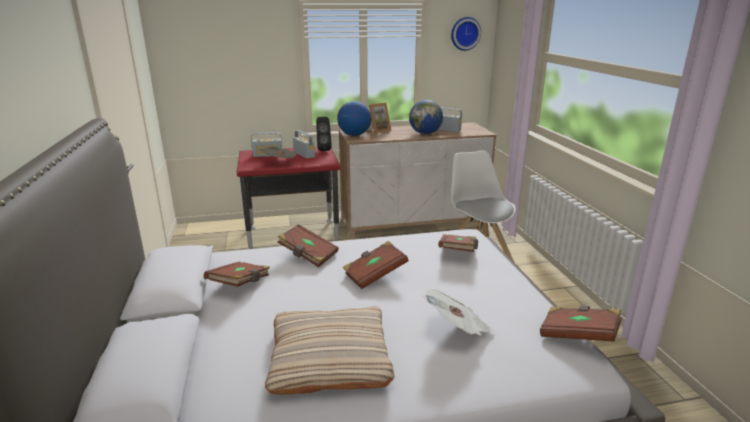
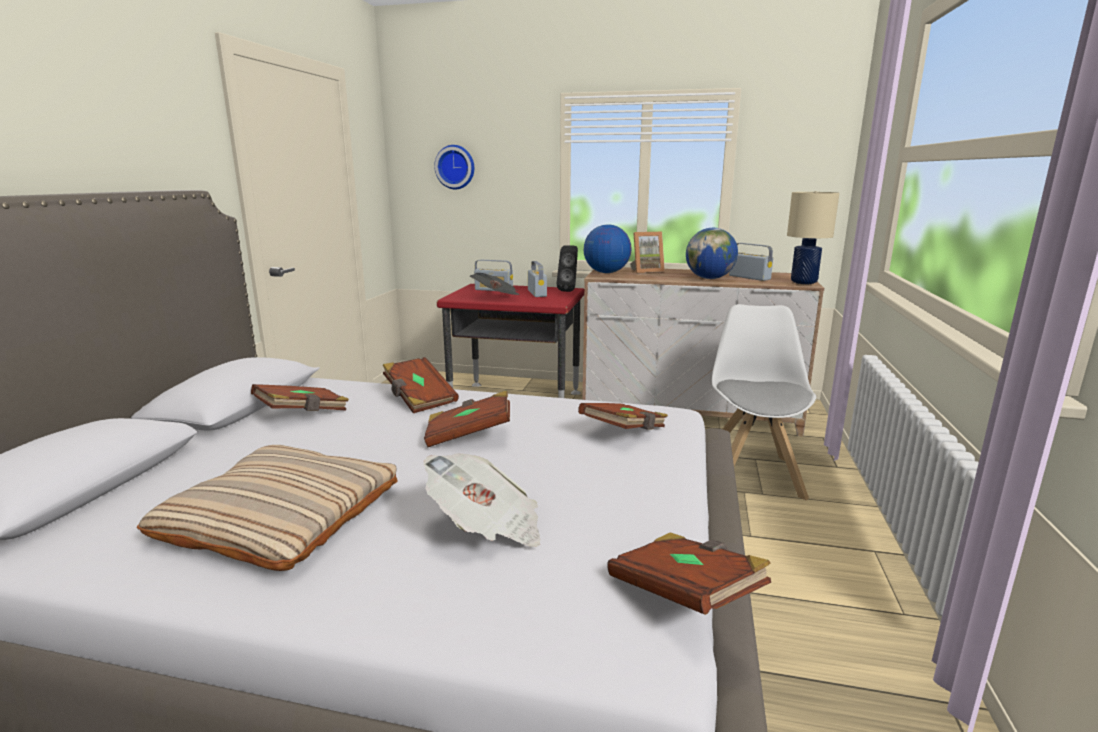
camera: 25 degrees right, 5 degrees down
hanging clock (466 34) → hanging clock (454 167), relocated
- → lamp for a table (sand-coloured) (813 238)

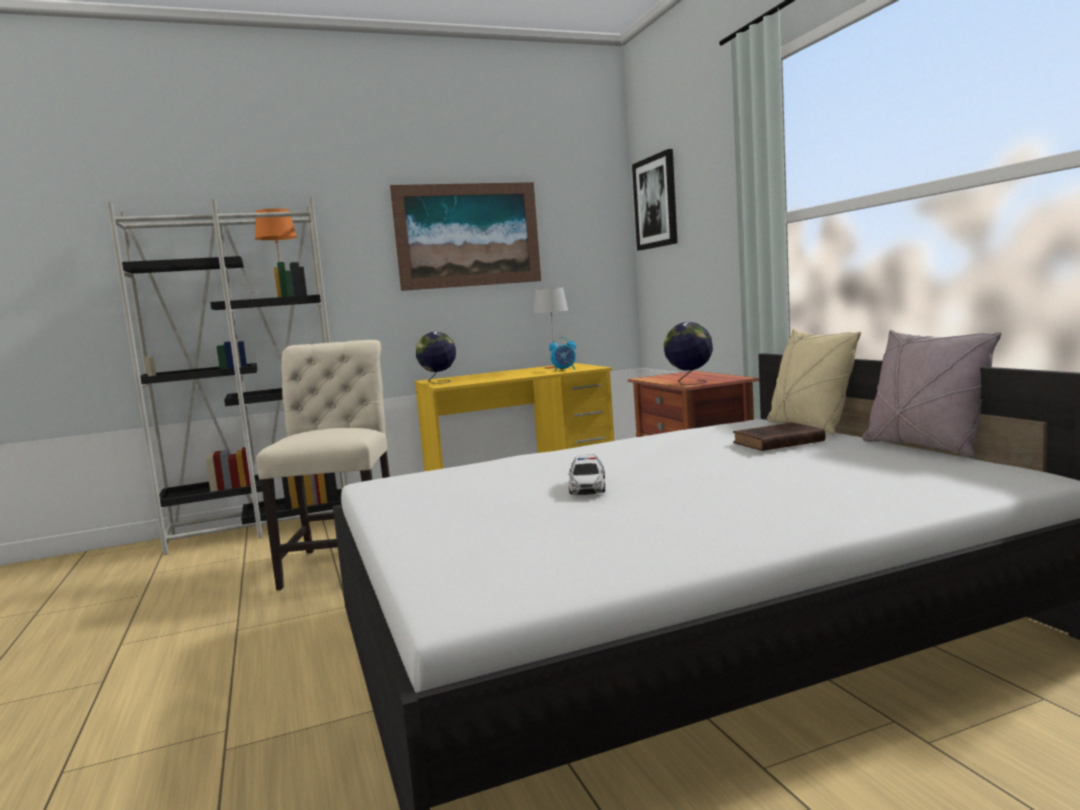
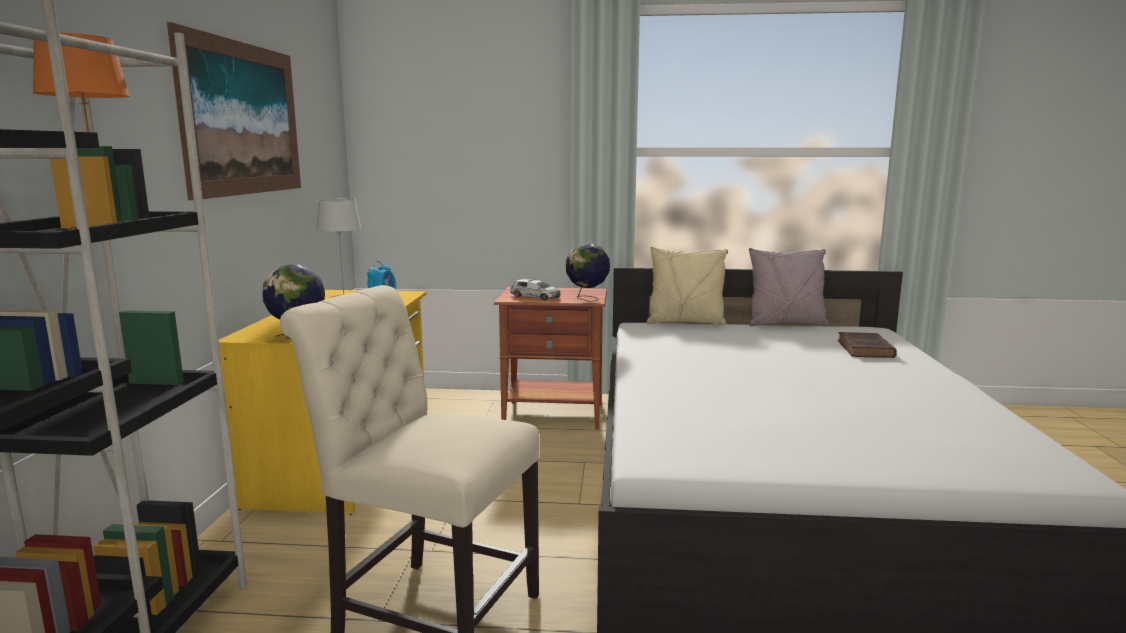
camera: 65 degrees left, 5 degrees up
wall art (654 200) → -
bound book (brown-coloured) (779 436) → bound book (brown-coloured) (867 345), relocated
miniature car (586 475) → miniature car (535 289), relocated

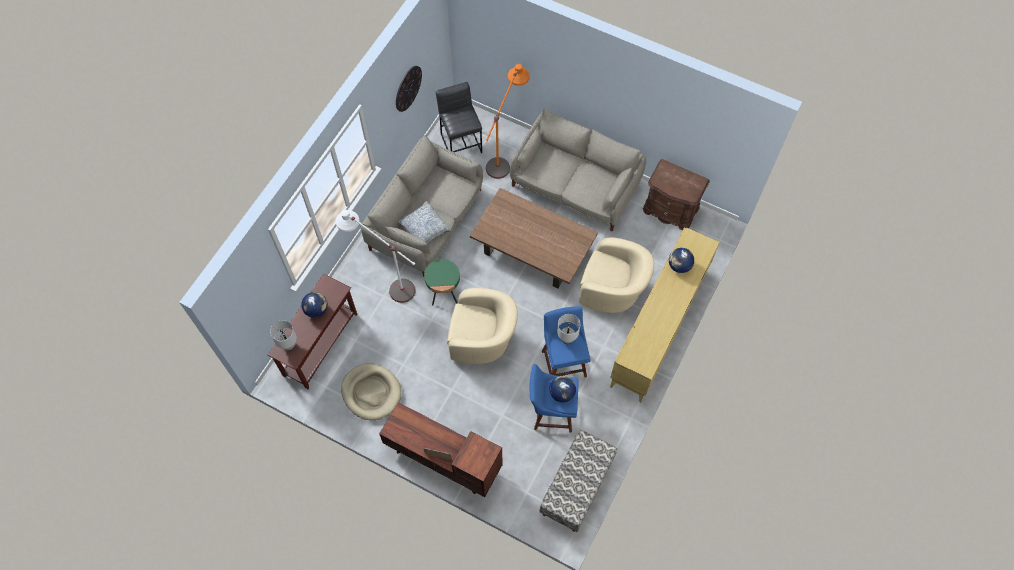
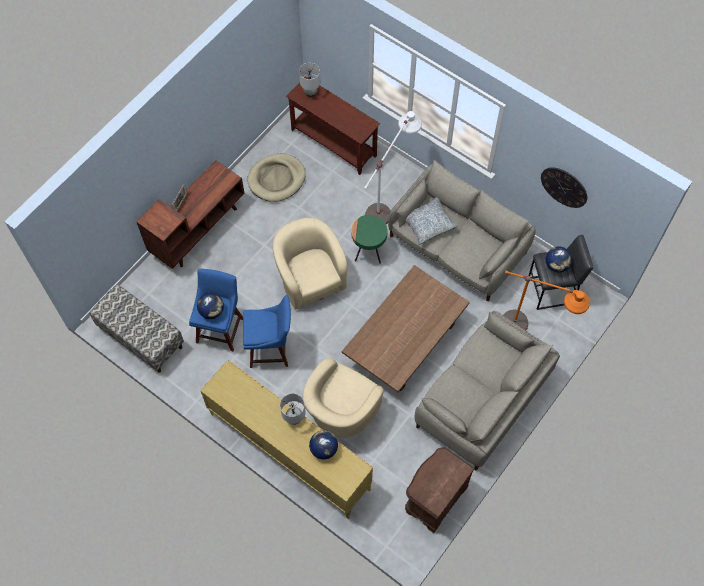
camera: 100 degrees right, 0 degrees up
armchair (sand-coloured) (482 326) → armchair (sand-coloured) (310 263), 135 degrees clockwise
globe (314 305) → globe (559 259), relocated
lamp for a table (white-coloured) (568 329) → lamp for a table (white-coloured) (293 409), relocated

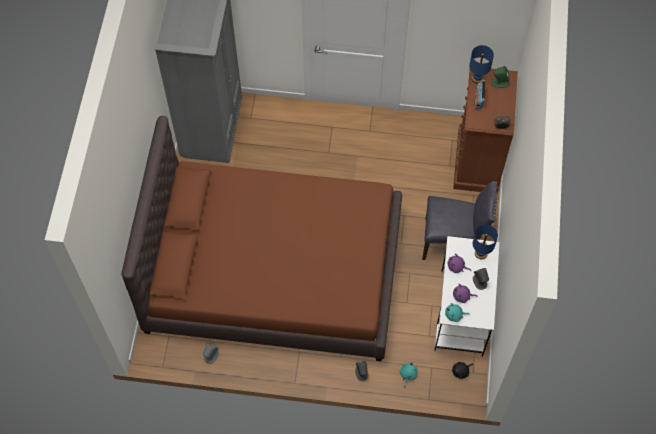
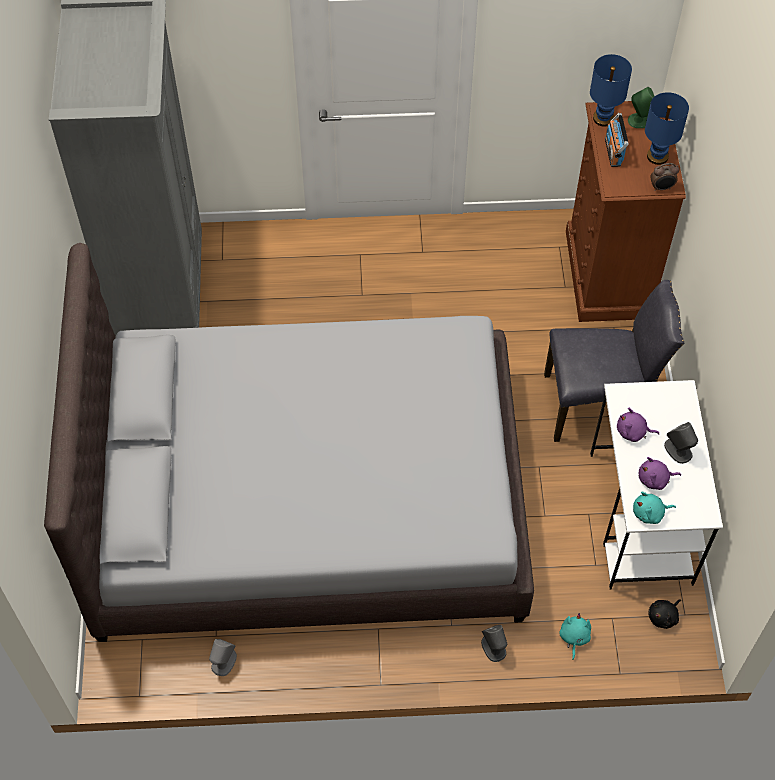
camera: 10 degrees left, 5 degrees down
sleeping bed (brown-coloured) (261 238) → sleeping bed (grey) (289 442)
lamp for a table (blue) (485 241) → lamp for a table (blue) (667 128), relocated

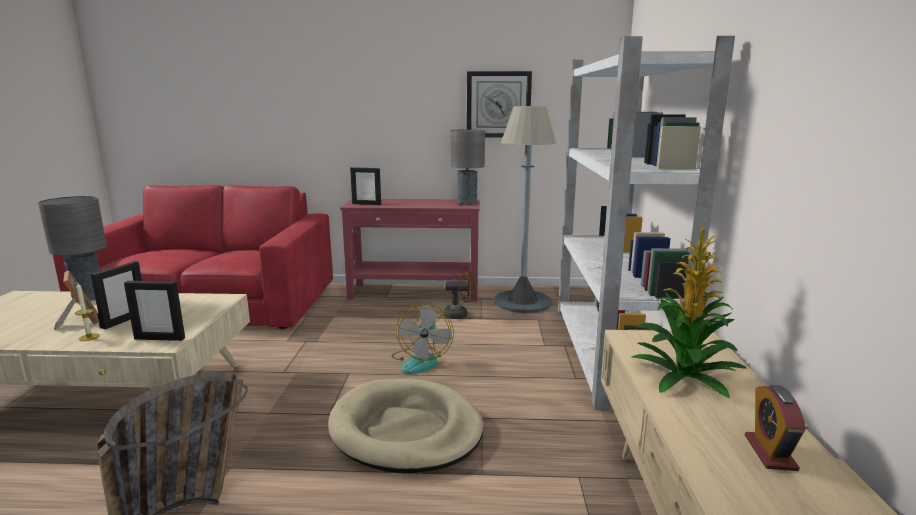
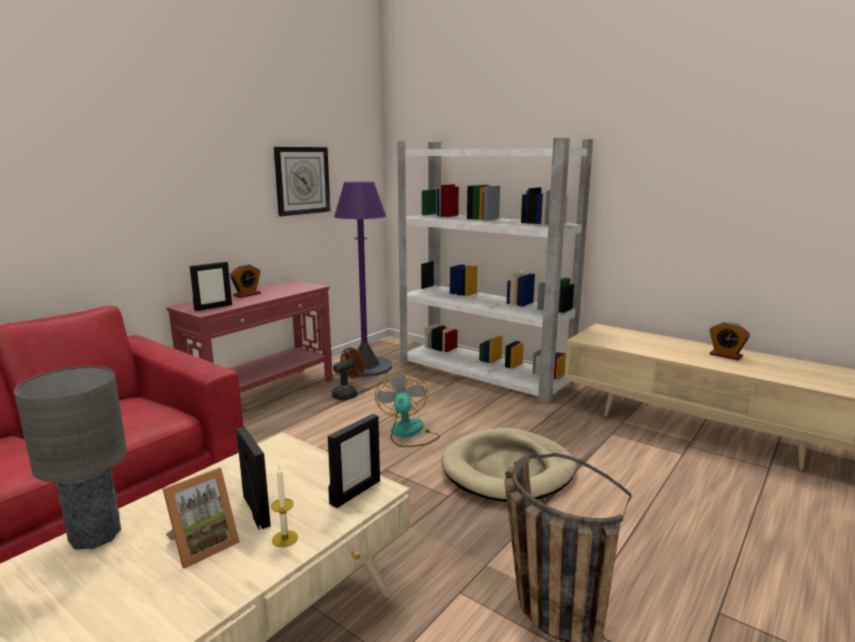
camera: 55 degrees left, 0 degrees up
standard lamp (grey) (525 209) → standard lamp (purplish) (363 279)
lamp for a table (grey) (467 167) → -
plant in a pot (689 312) → -
standing frame (76 300) → standing frame (201 518), 135 degrees clockwise
cooling fan (423 338) → cooling fan (407 409), 135 degrees counterclockwise
- → bedside clock (245 281)

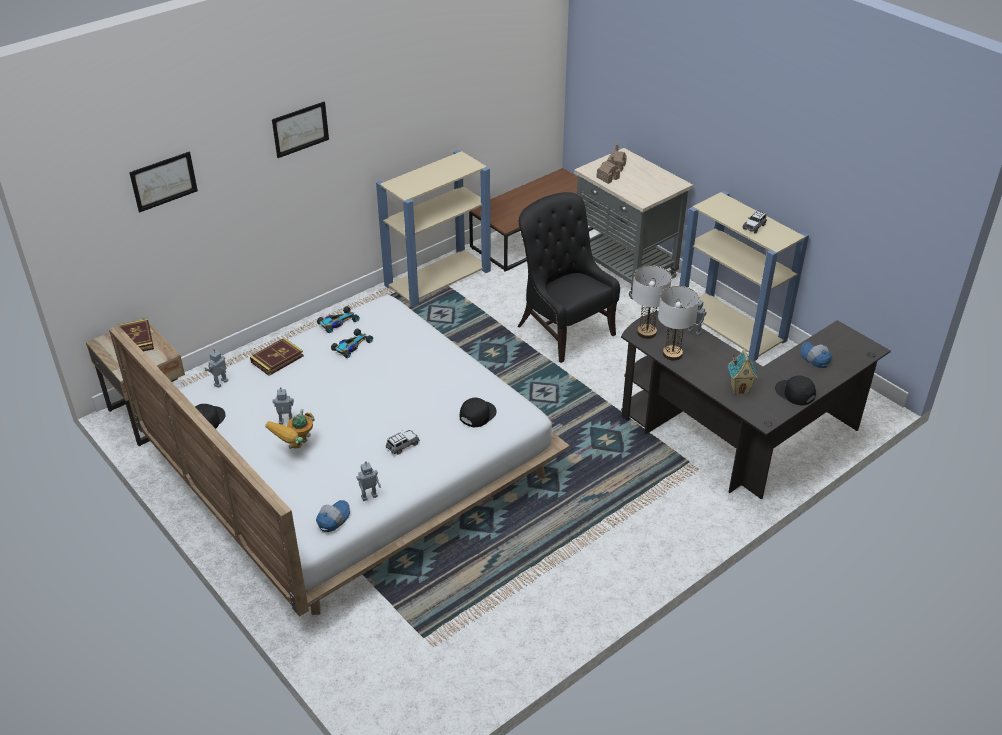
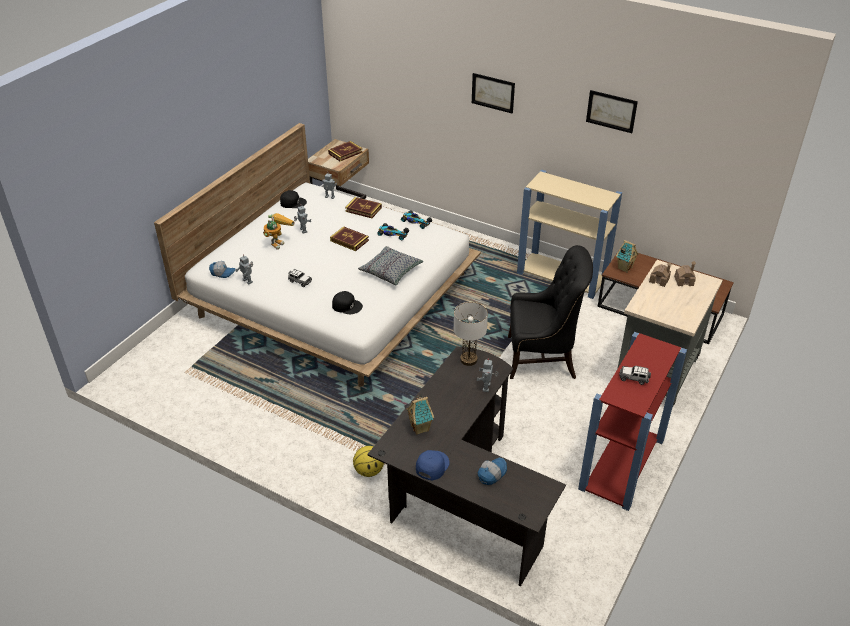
camera: 70 degrees right, 0 degrees up
wall art (163 182) → wall art (612 111), relocated
bookcase (sand-coloured) (744 275) → bookcase (red) (632 421)
plain chair (black-coloured) (568 277) → plain chair (black-coloured) (550 312), 60 degrees clockwise
lamp for a table (678 323) → -
cap (black-coloured) (795 390) → cap (blue) (432 465)
robot figure (290 429) → robot figure (279 231), 105 degrees clockwise
- → bound book (349 238)
- → model house (627 256)
- → pillow (grey) (390 266)
- → basketball (368 461)

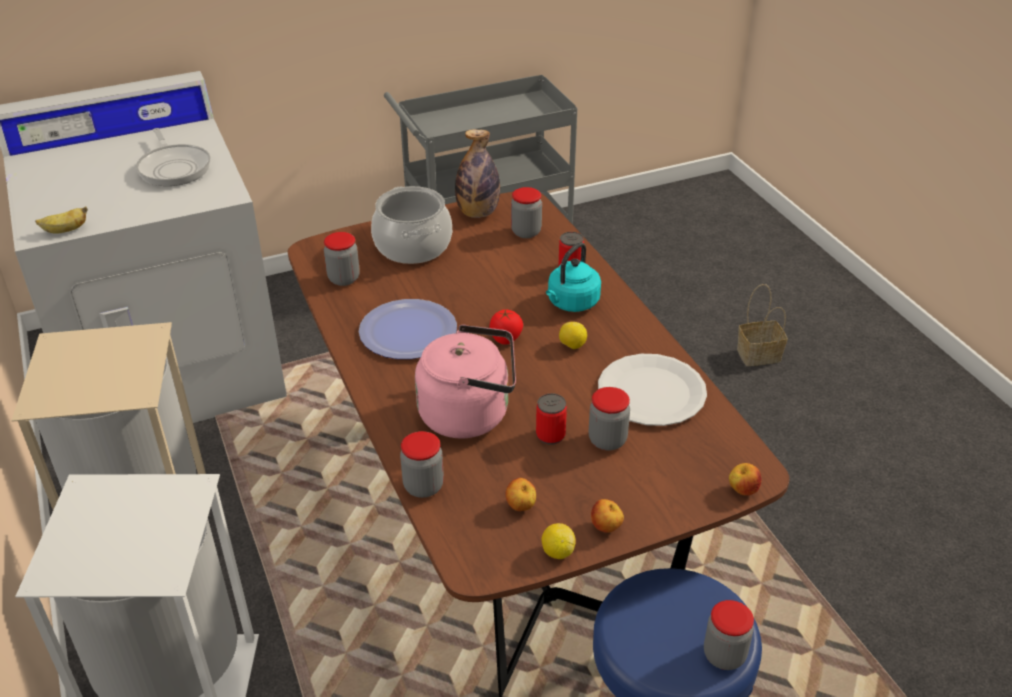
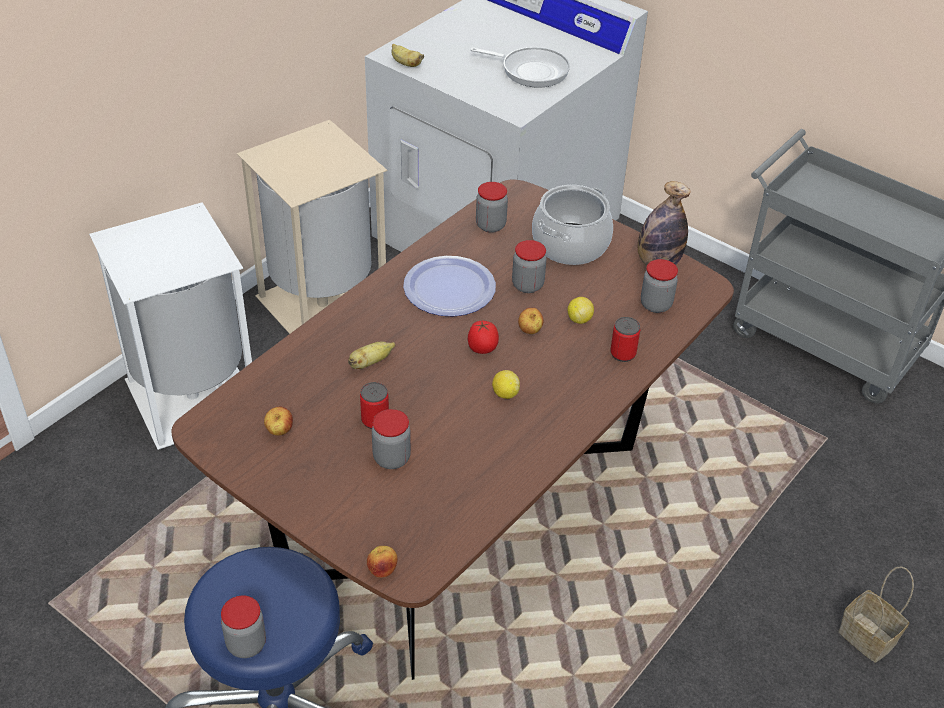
camera: 60 degrees right, 5 degrees up
pan (173 157) → pan (520 67), 105 degrees counterclockwise
water kettle (turquoise) (573 277) → -
water kettle (pinkish) (465 381) → banana fruit (371 355)
flat dish (white-coloured) (652 390) → -
storage jar (422 464) → storage jar (529 266), relocated
whole apple (607 516) → whole apple (531 321), relocated
citrus fruit (558 541) → citrus fruit (580 310), relocated

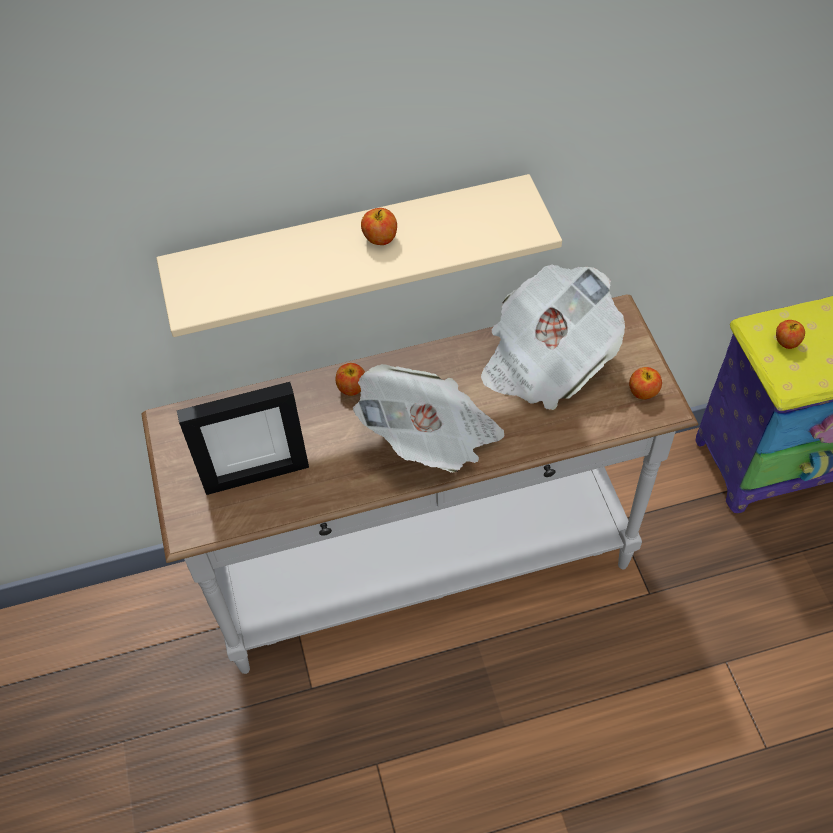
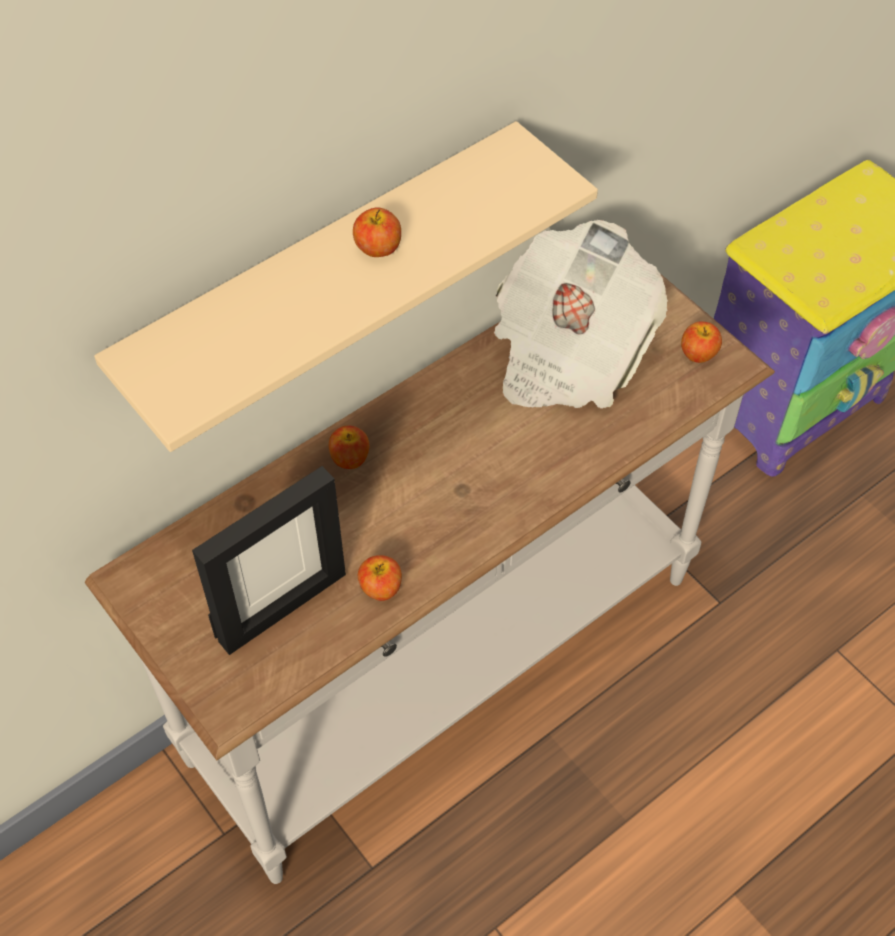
camera: 25 degrees left, 0 degrees up
whole apple (790 334) → whole apple (380 578), relocated
printed paper (428 418) → -

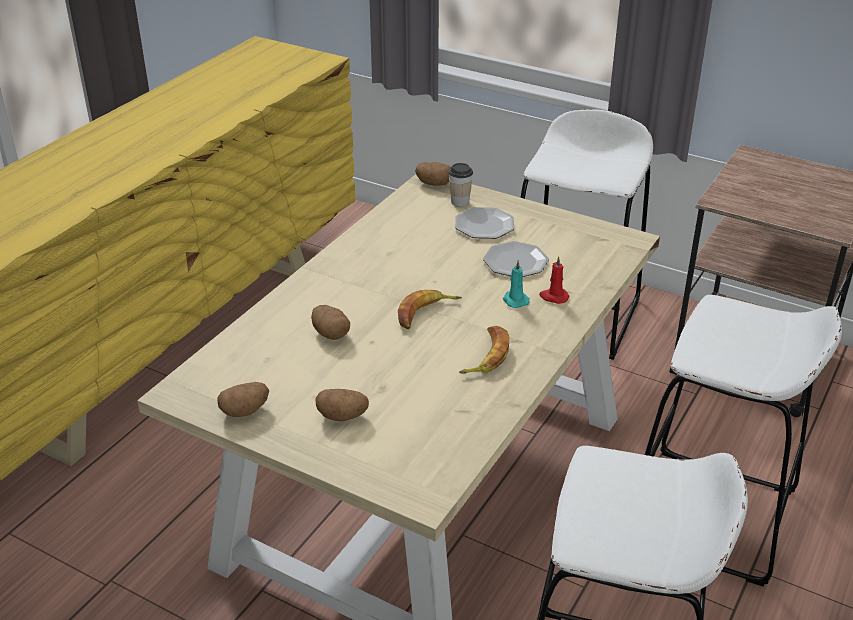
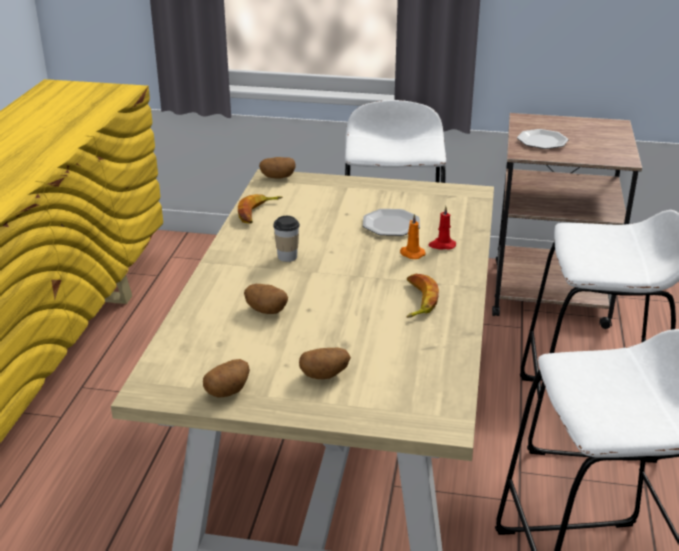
camera: 20 degrees left, 5 degrees down
small cup (461 185) → small cup (286 239), relocated
flat dish (484 223) → flat dish (542 139), relocated
wax light (turquoise) (516 284) → wax light (orangey) (413 236)
banana fruit (430 309) → banana fruit (260 208), relocated

